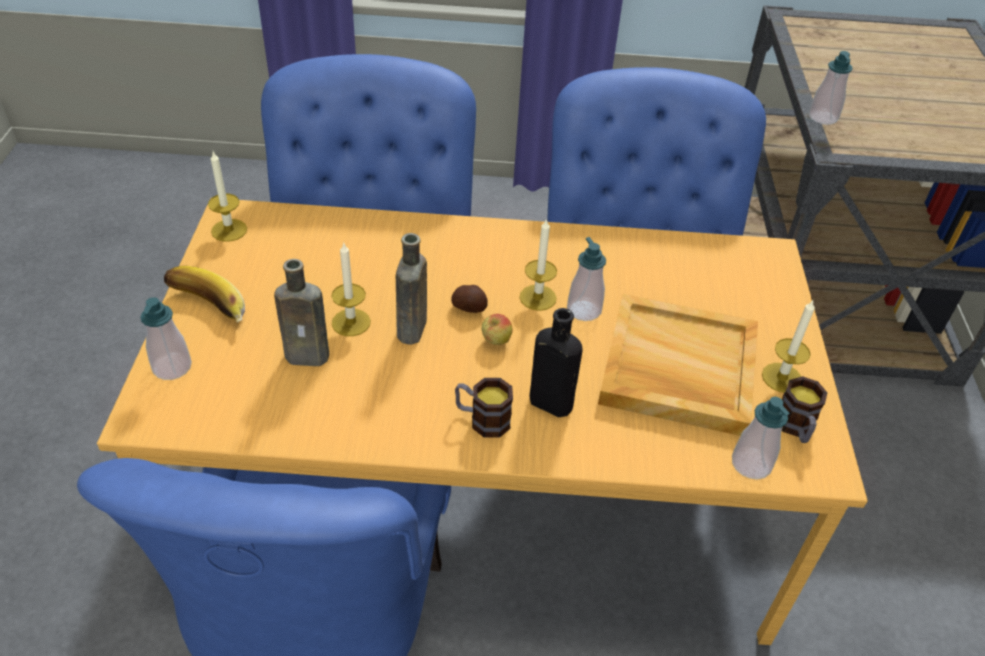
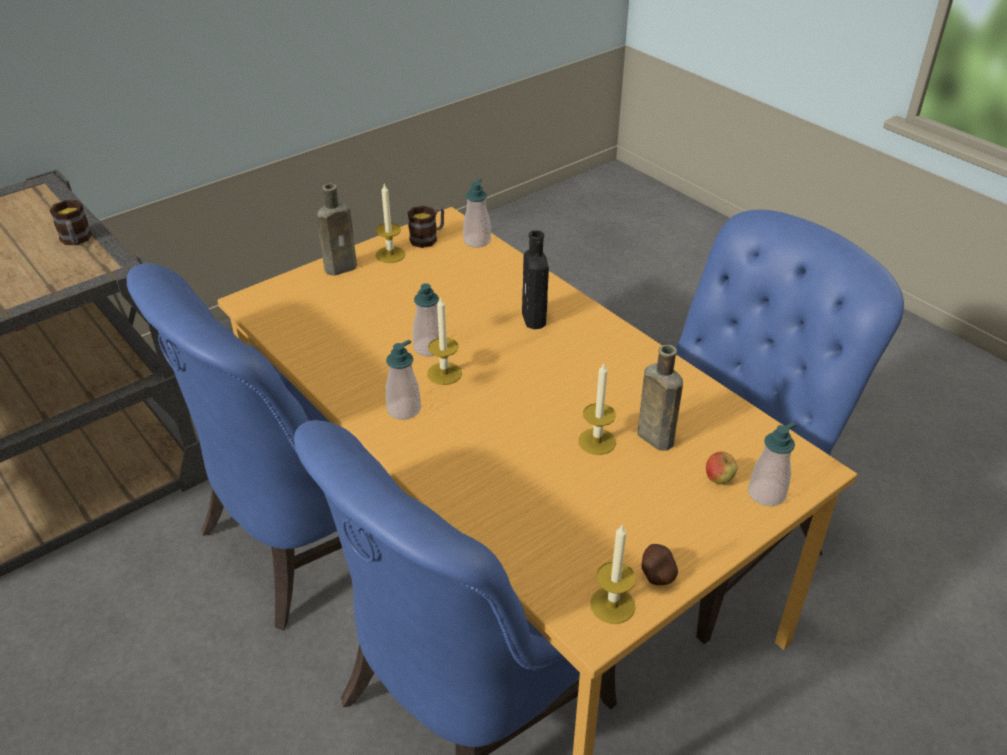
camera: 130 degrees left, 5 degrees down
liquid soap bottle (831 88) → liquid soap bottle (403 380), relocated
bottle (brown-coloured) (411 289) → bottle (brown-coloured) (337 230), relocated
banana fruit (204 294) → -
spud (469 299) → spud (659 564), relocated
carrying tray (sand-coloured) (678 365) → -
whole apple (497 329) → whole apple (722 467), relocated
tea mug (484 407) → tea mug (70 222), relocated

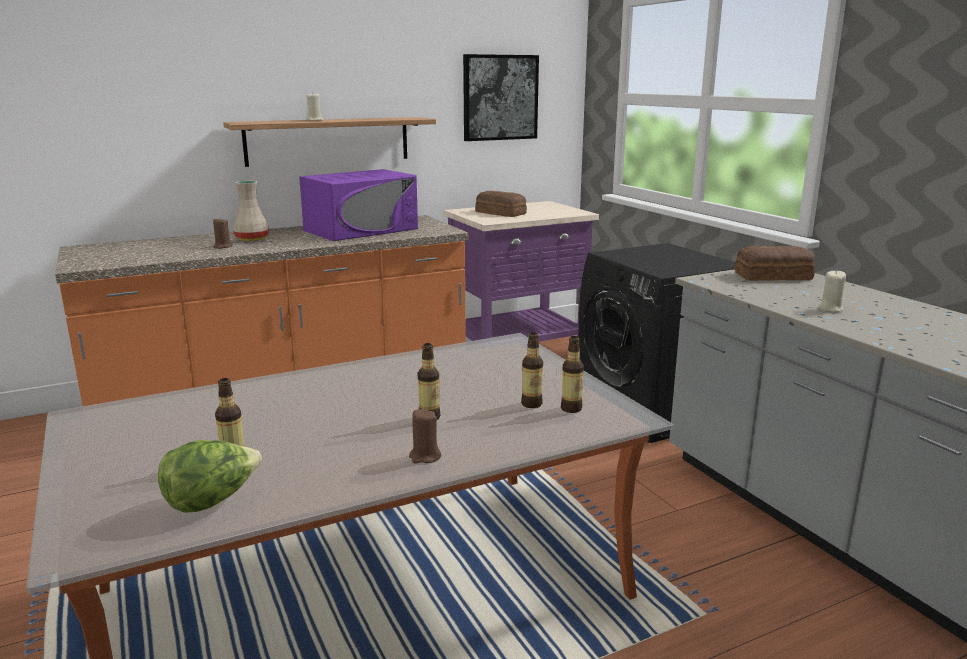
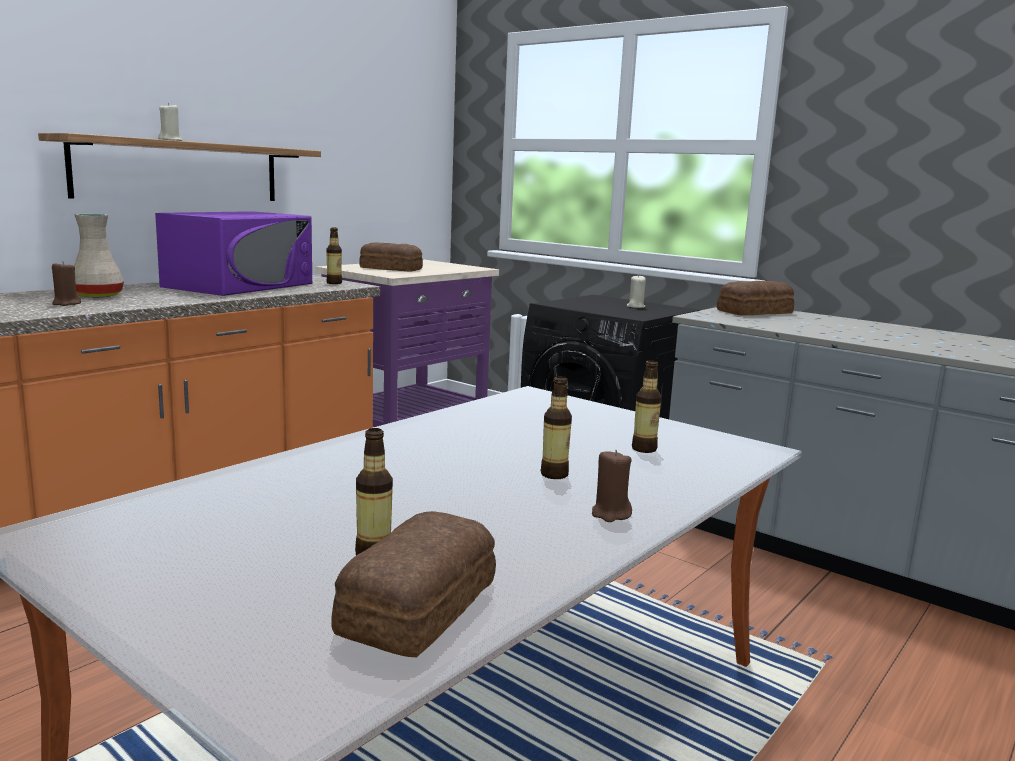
camera: 25 degrees left, 5 degrees down
wall art (501 97) → -
wax light (sand-coloured) (832 291) → wax light (sand-coloured) (636 291), relocated
bottle (572 374) → bottle (334 255), relocated
head of lettuce (210 476) → baked bread (413 584)

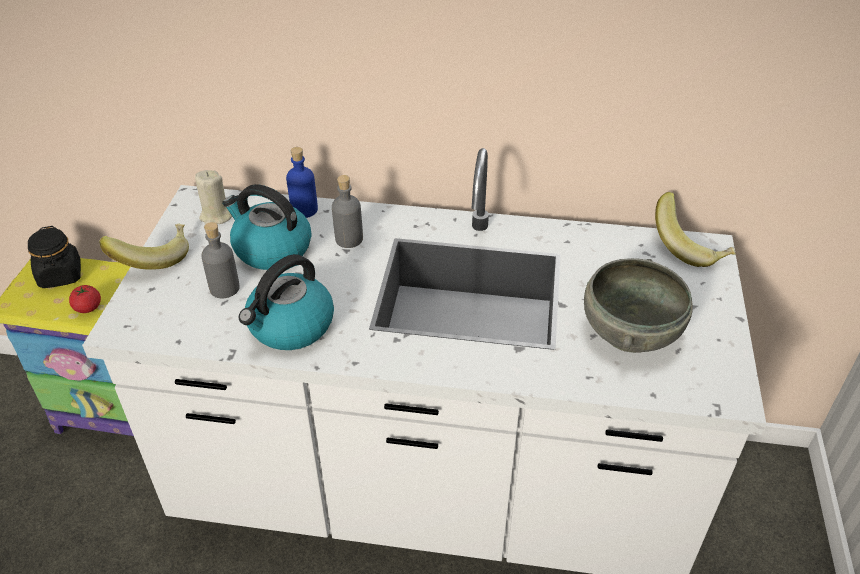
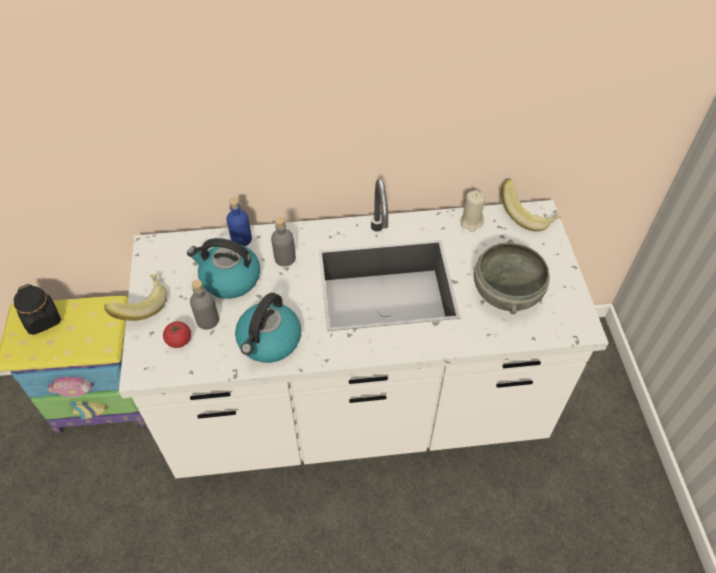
camera: 15 degrees left, 10 degrees up
wax light (sand-coloured) (213 197) → wax light (sand-coloured) (472 211), relocated
fresh tomato (85 299) → fresh tomato (177 334), relocated

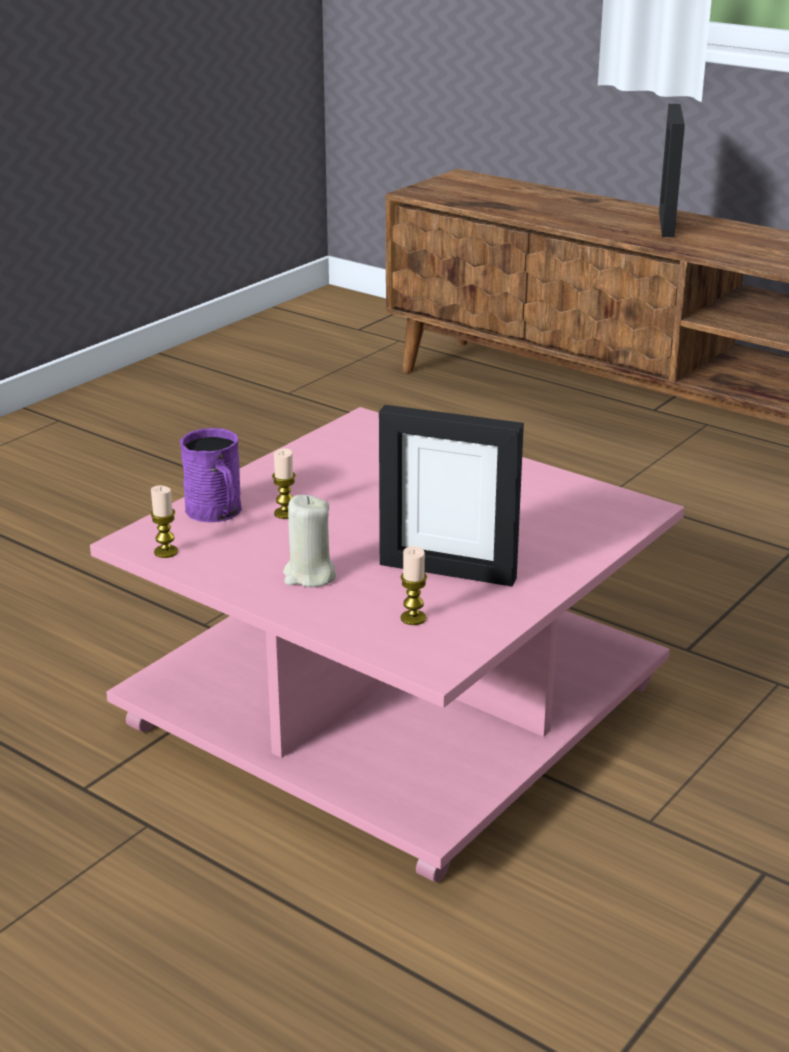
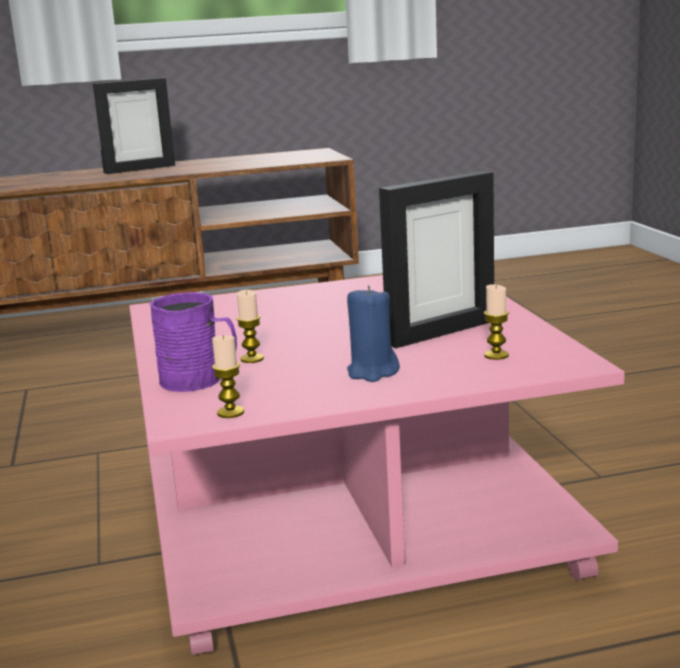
camera: 50 degrees left, 10 degrees down
standing frame (672 170) → standing frame (134 126), 75 degrees counterclockwise
wax light (sand-coloured) (309 541) → wax light (blue) (373 333)

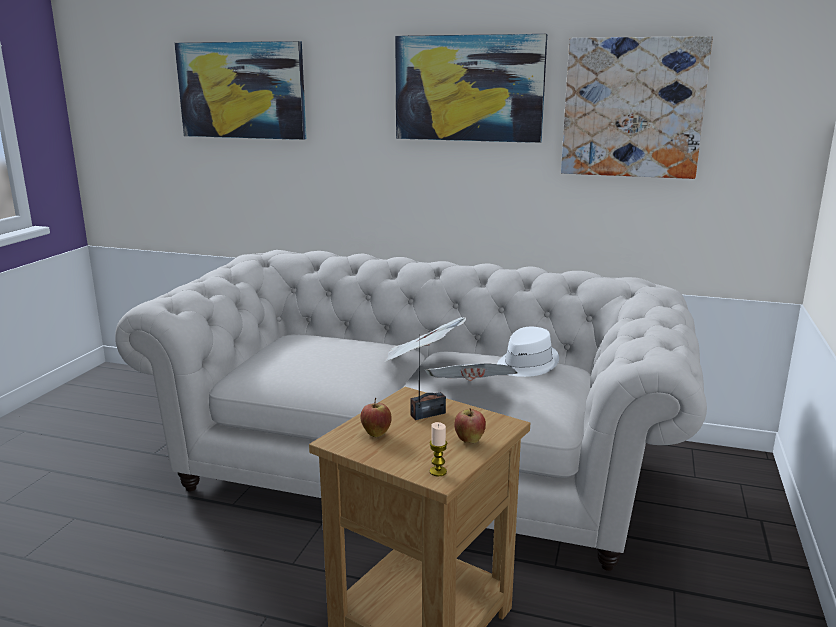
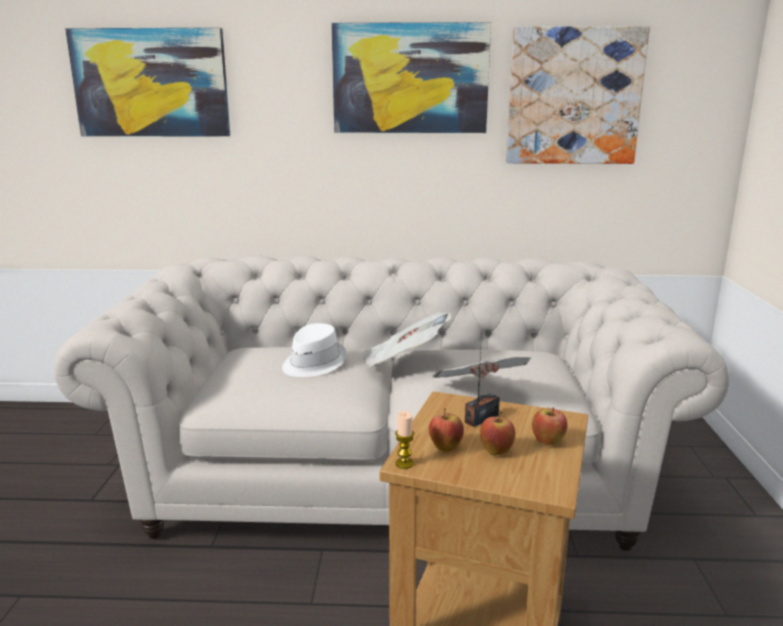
camera: 15 degrees left, 0 degrees up
hat (white-coloured) (528 352) → hat (white-coloured) (314 350), relocated
wax light (438 449) → wax light (404 440), relocated
- → whole apple (497 433)

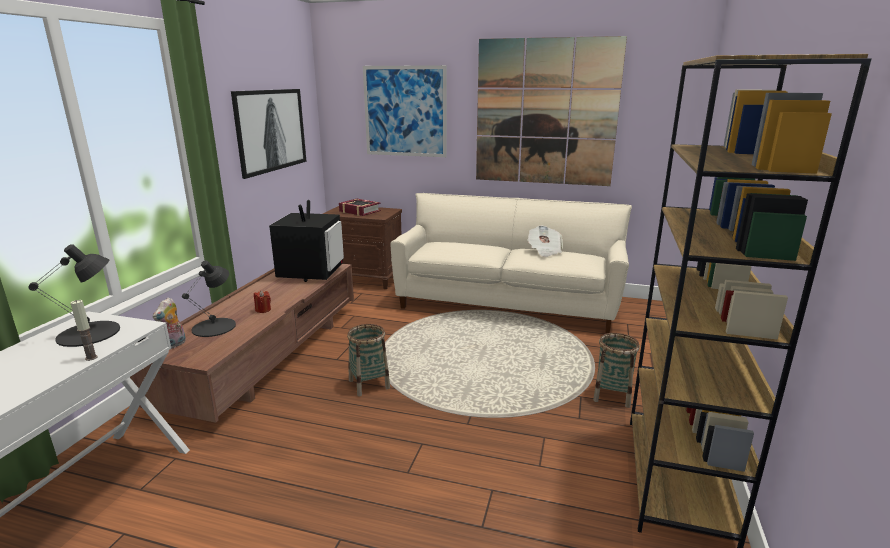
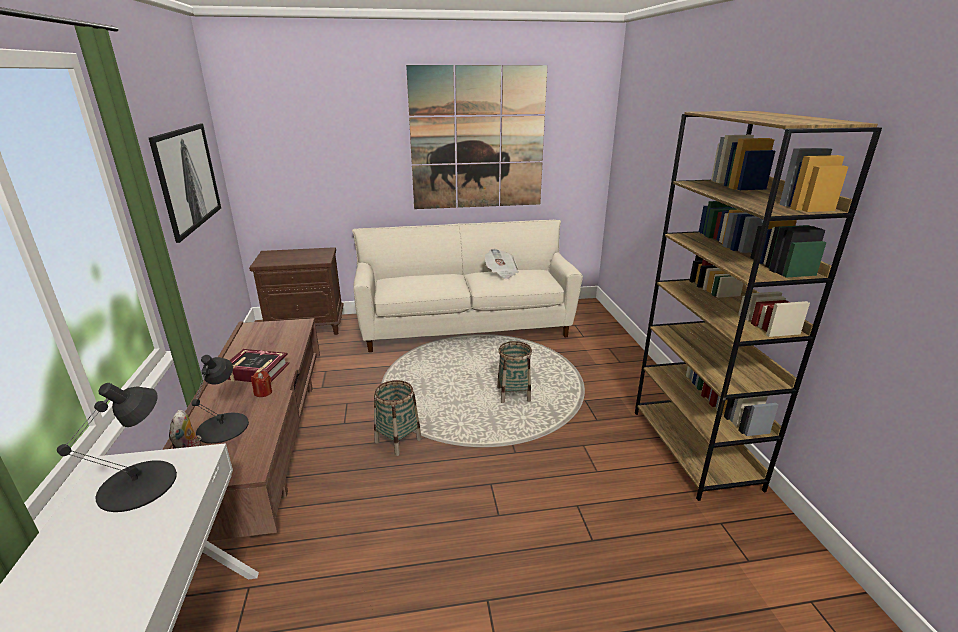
camera: 25 degrees left, 5 degrees up
wall art (405 111) → -
bound book (360 207) → bound book (258 365), relocated
TV (306 241) → -
wax light (84 330) → -
household basket (616 370) → household basket (514 372), relocated

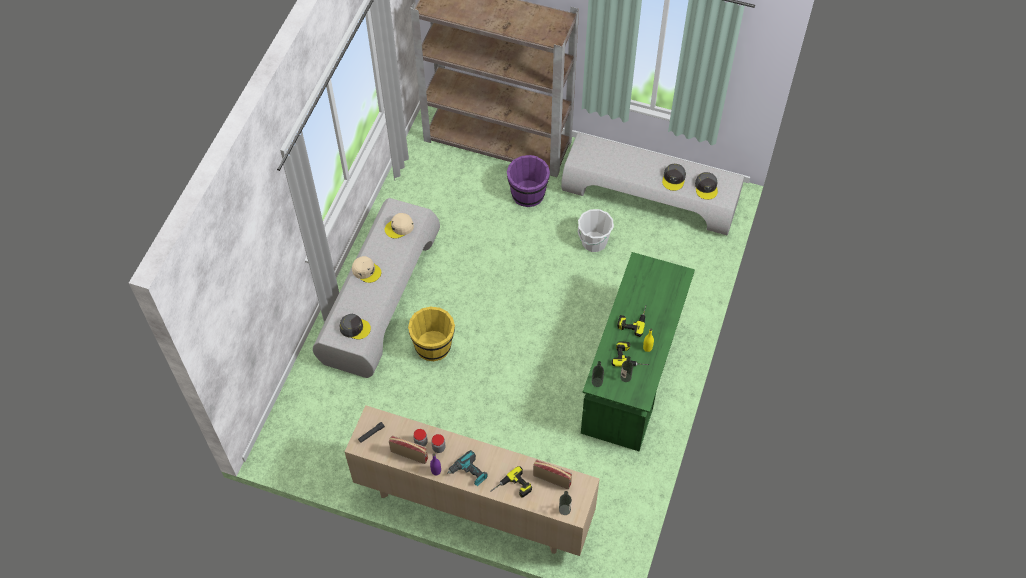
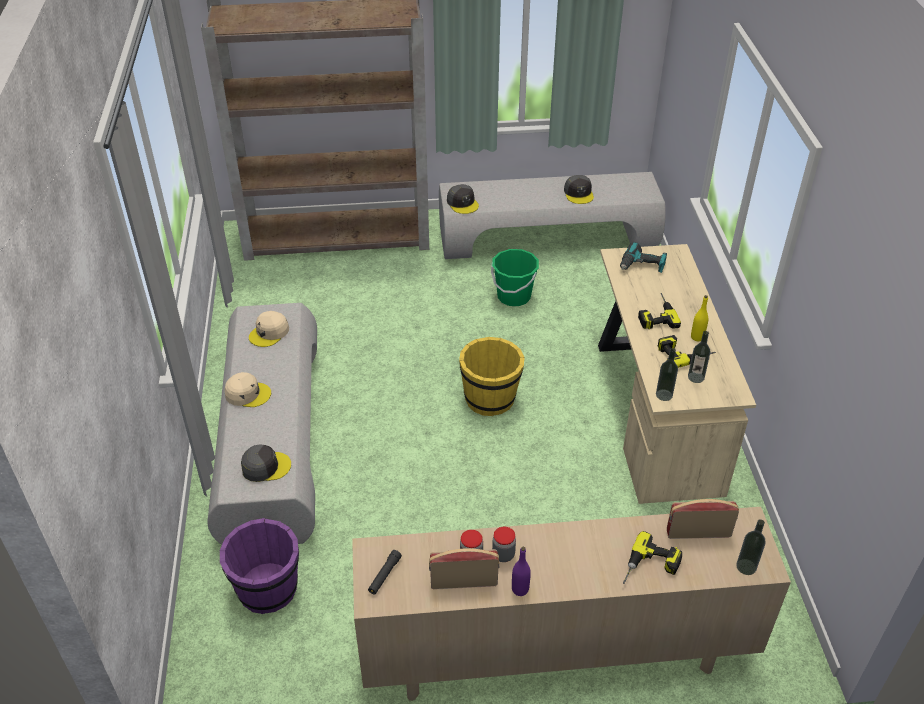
camera: 25 degrees left, 15 degrees down
pail (purplish) (528 181) → pail (purplish) (259 566), relocated
cap (grey) (706 186) → cap (grey) (463 199), relocated
pail (white-coloured) (596 230) → pail (green-coloured) (515 277)
desk (green-coloured) (638 351) → desk (sand-coloured) (677 374)
pail (yellow-coloured) (431 333) → pail (yellow-coloured) (492 376), relocated
power drill (467 468) → power drill (643 257), relocated

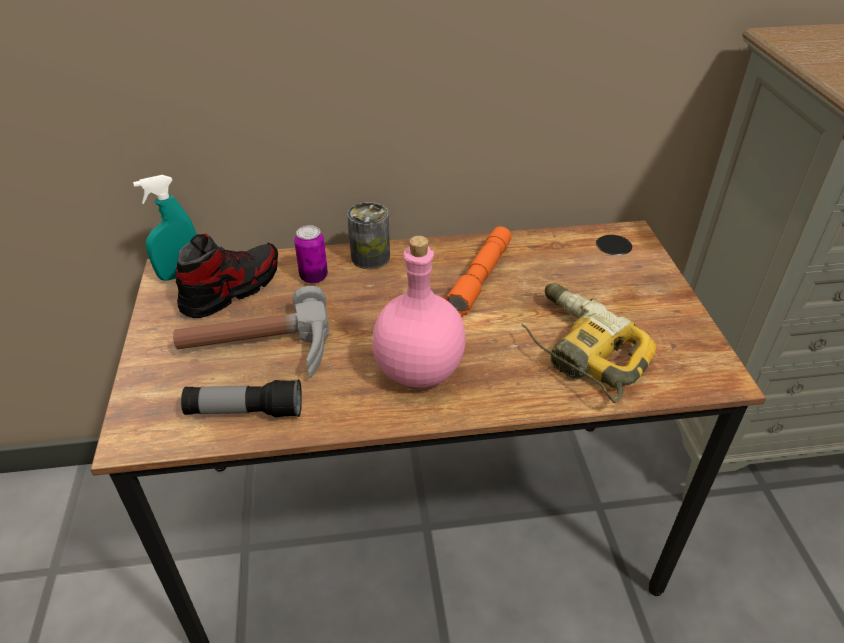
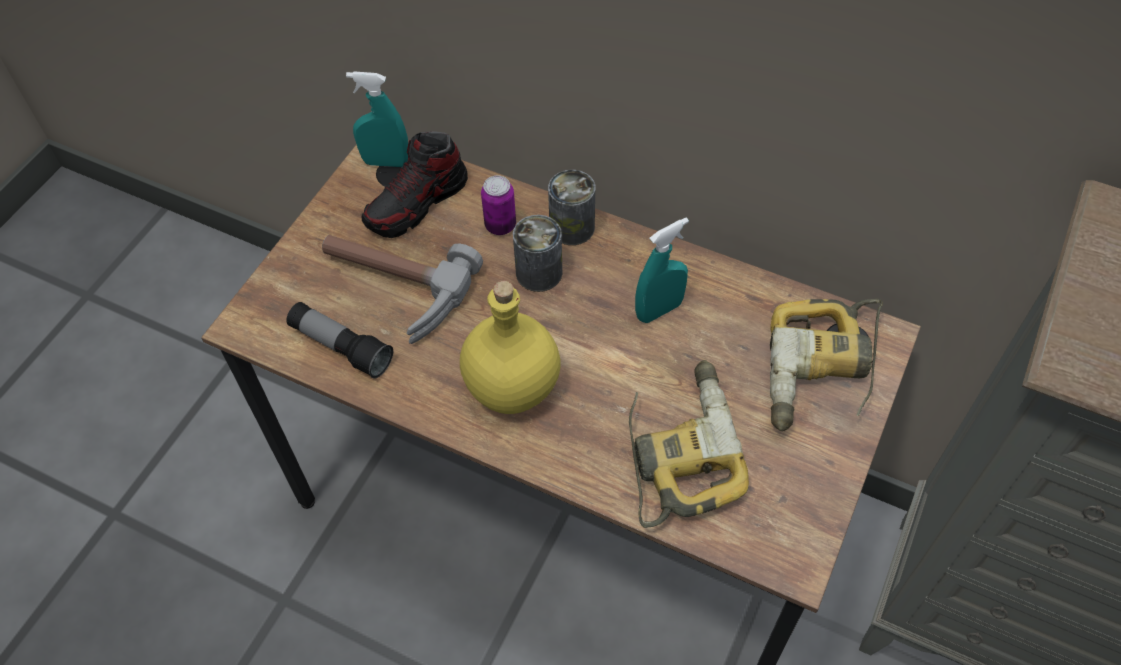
camera: 35 degrees right, 15 degrees up
hand torch (orangey) (478 271) → hand sprayer (turquoise) (662 270)
item of footwear (227 276) → item of footwear (415 184), 150 degrees clockwise
bottle (pinkish) (419 312) → bottle (yellow-coloured) (510 347)
- → can (537 253)
- → power drill (826 365)

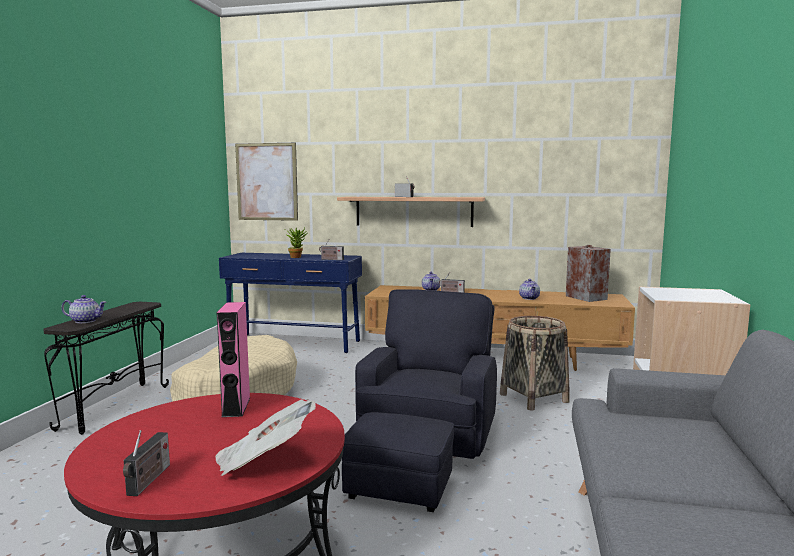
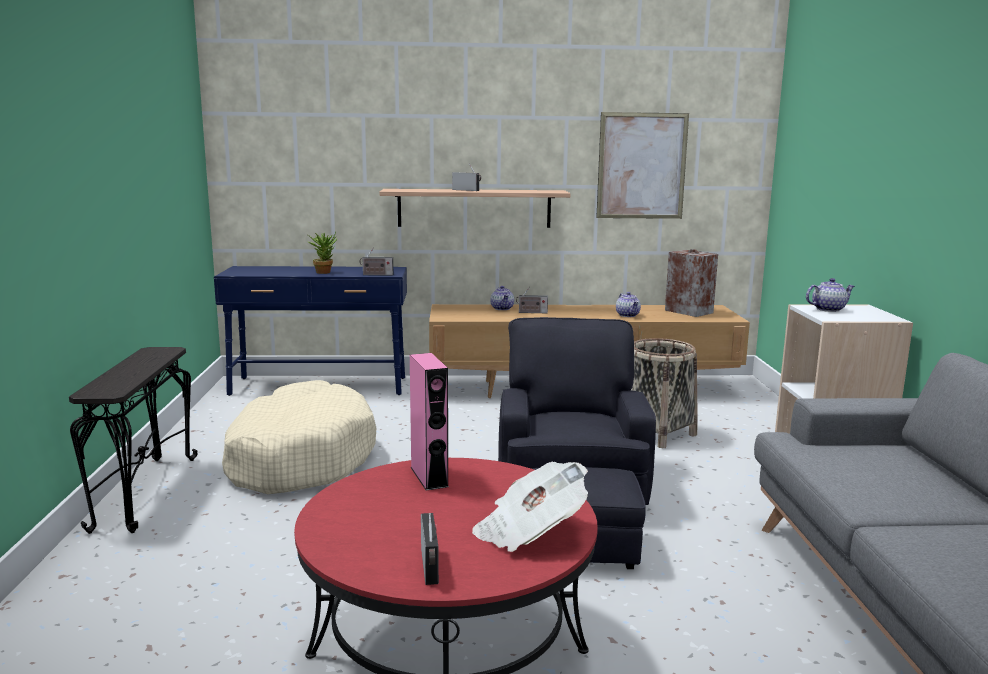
camera: 15 degrees left, 5 degrees up
wall art (266 182) → wall art (642 165), relocated
tea pot (84 309) → tea pot (830 295), relocated

